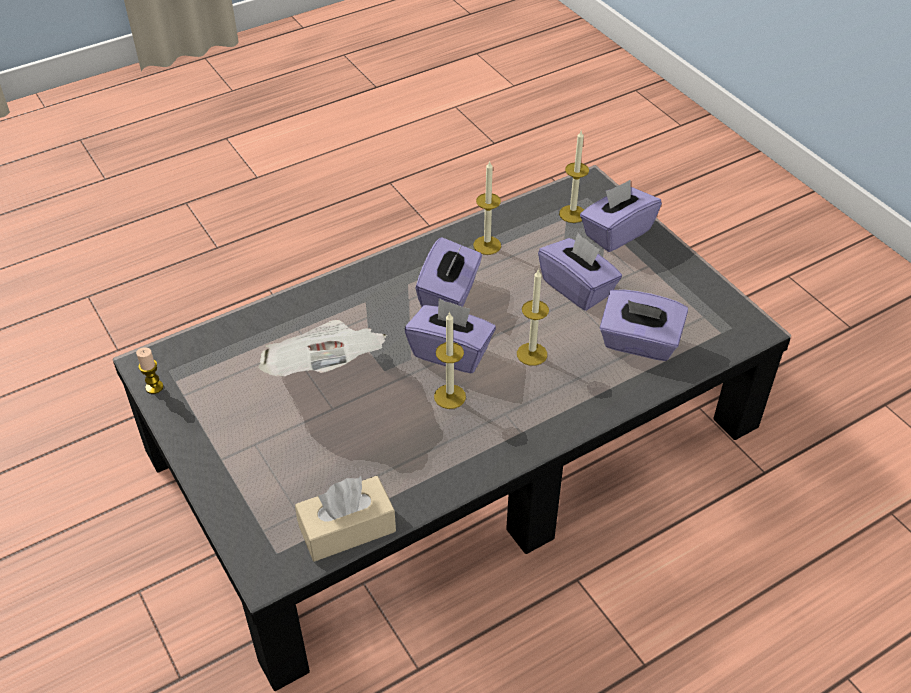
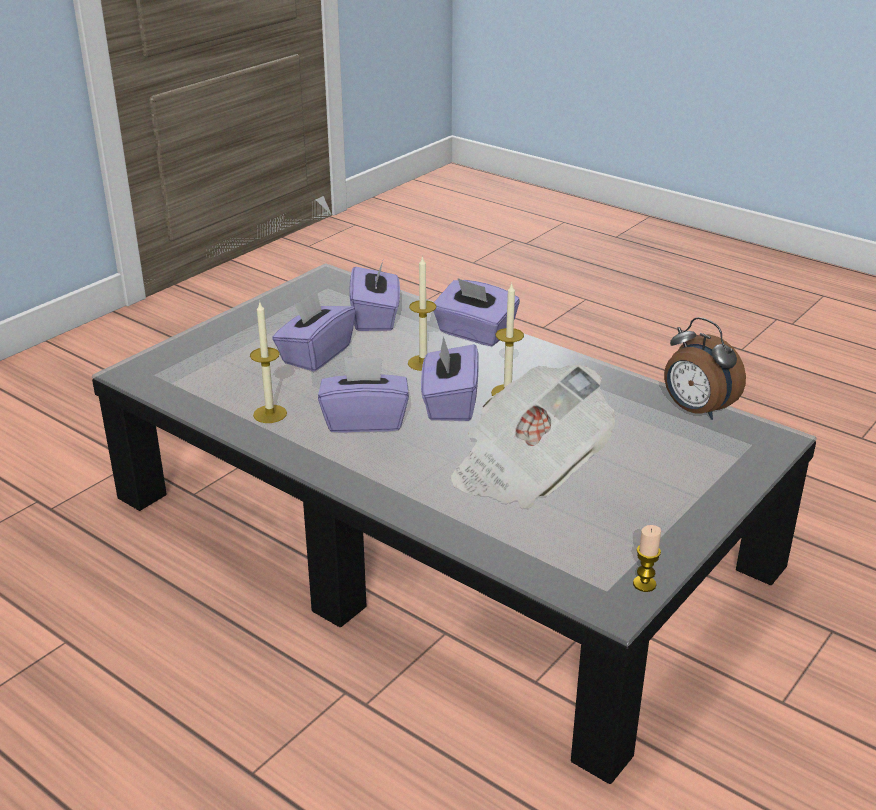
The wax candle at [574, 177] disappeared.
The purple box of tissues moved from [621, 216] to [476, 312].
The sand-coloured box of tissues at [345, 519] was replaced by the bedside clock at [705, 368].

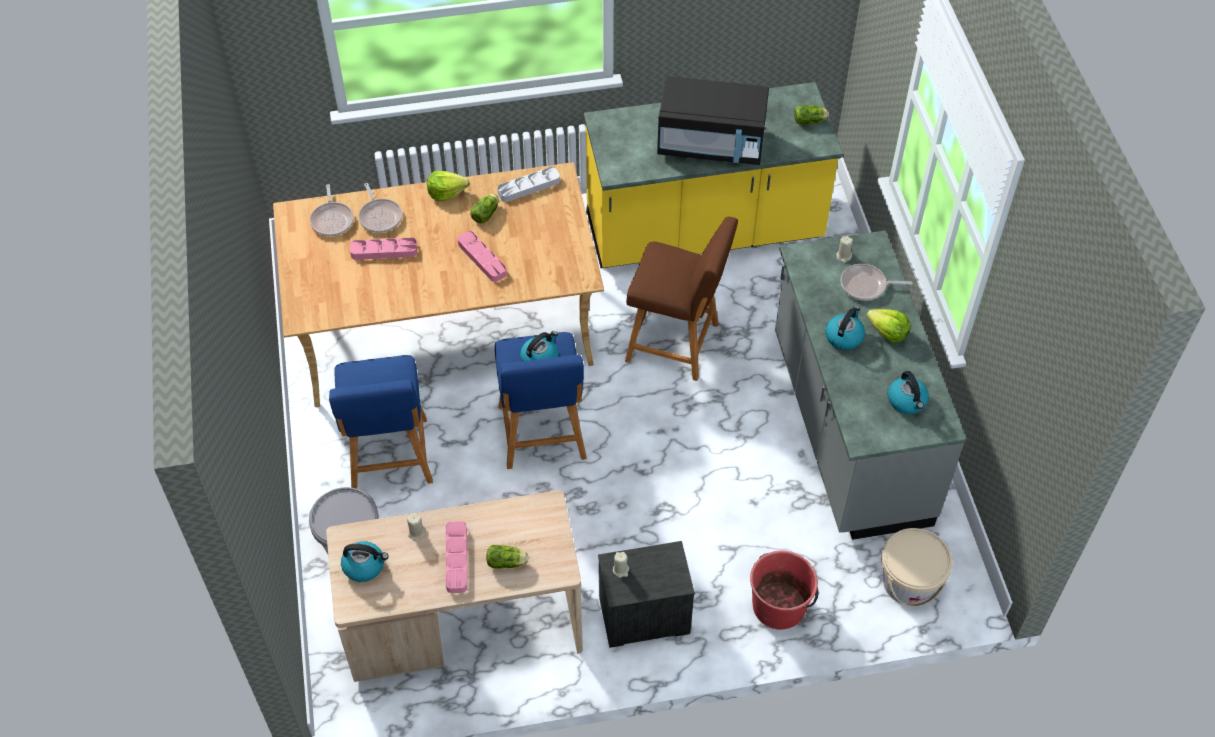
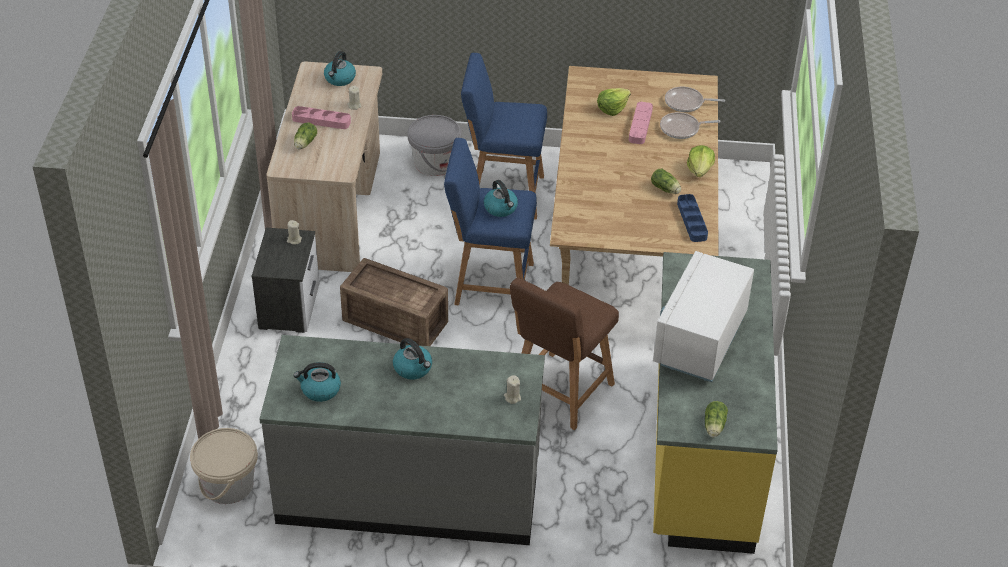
The pinkish carrying tray at [482, 256] disappeared.
The reddish water bucket at [784, 589] disappeared.
The pan at [876, 282] disappeared.
The crate at [394, 302] appeared.
The lettuce moved from [888, 325] to [614, 102].
The grey carrying tray at [528, 184] became the bluish carrying tray at [692, 218].
The blackish microwave at [713, 120] became the white microwave at [703, 316].

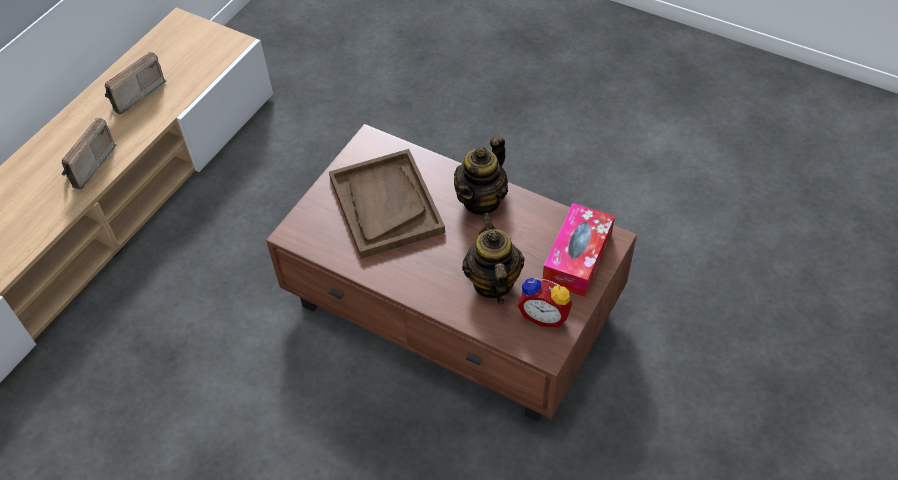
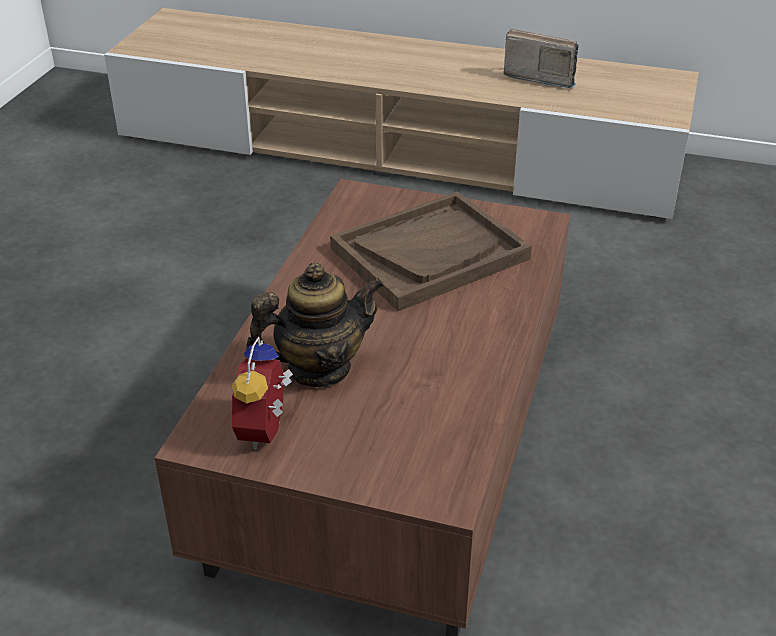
The radio receiver at [89, 154] disappeared.
The pot for tea at [481, 175] disappeared.
The box of tissues at [578, 250] disappeared.

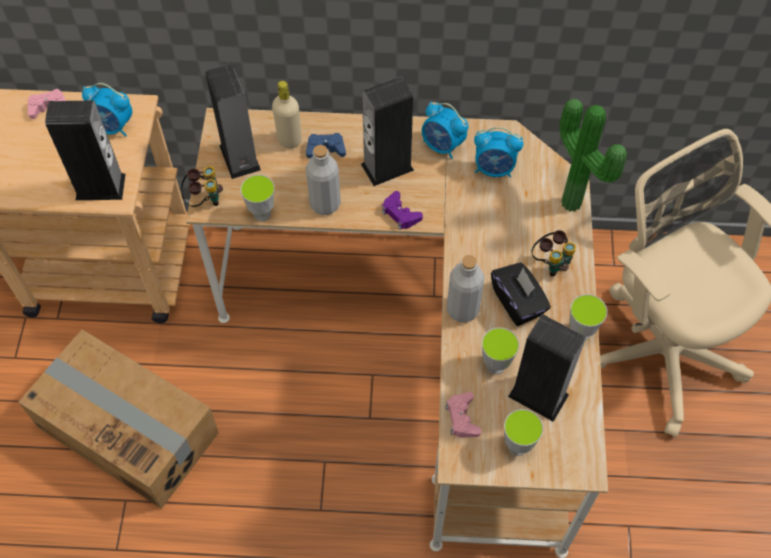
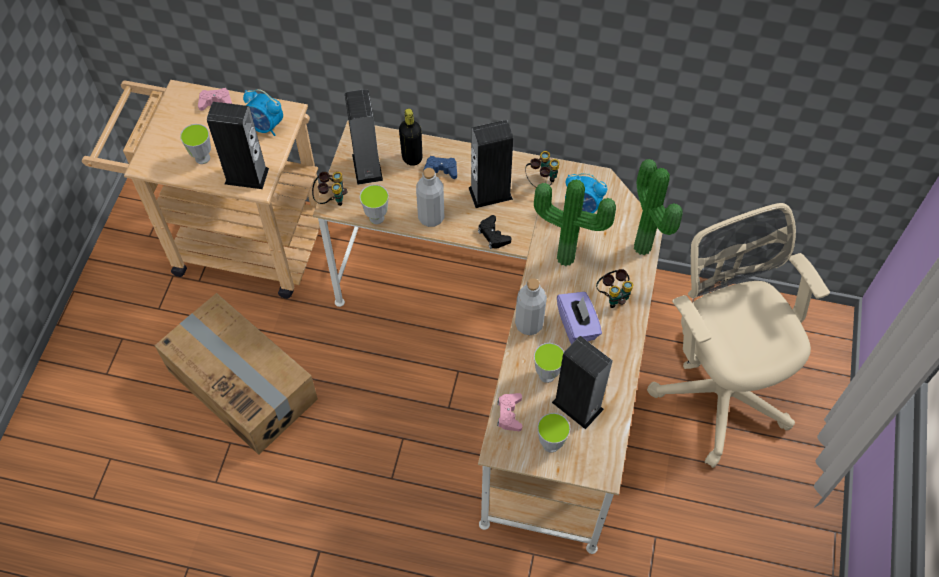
The plant in a pot at [575, 222] appeared.
The cup moved from [588, 317] to [195, 144].
The bedside clock at [445, 130] was replaced by the binoculars at [542, 169].
The sand-coloured drink bottle at [287, 114] became the blackish drink bottle at [410, 137].
The purple game controller at [402, 210] became the blackish game controller at [494, 232].
The blackish box of tissues at [521, 294] became the purple box of tissues at [579, 318].

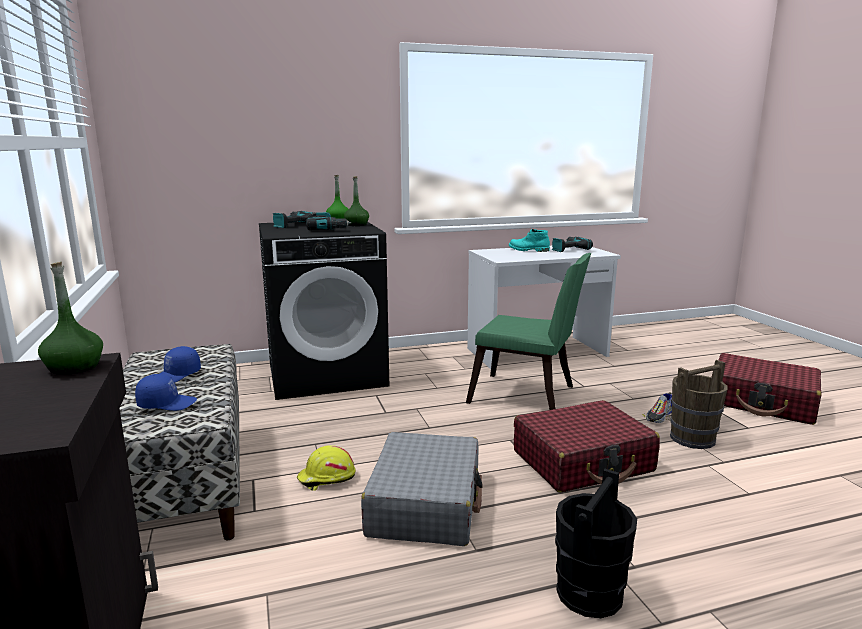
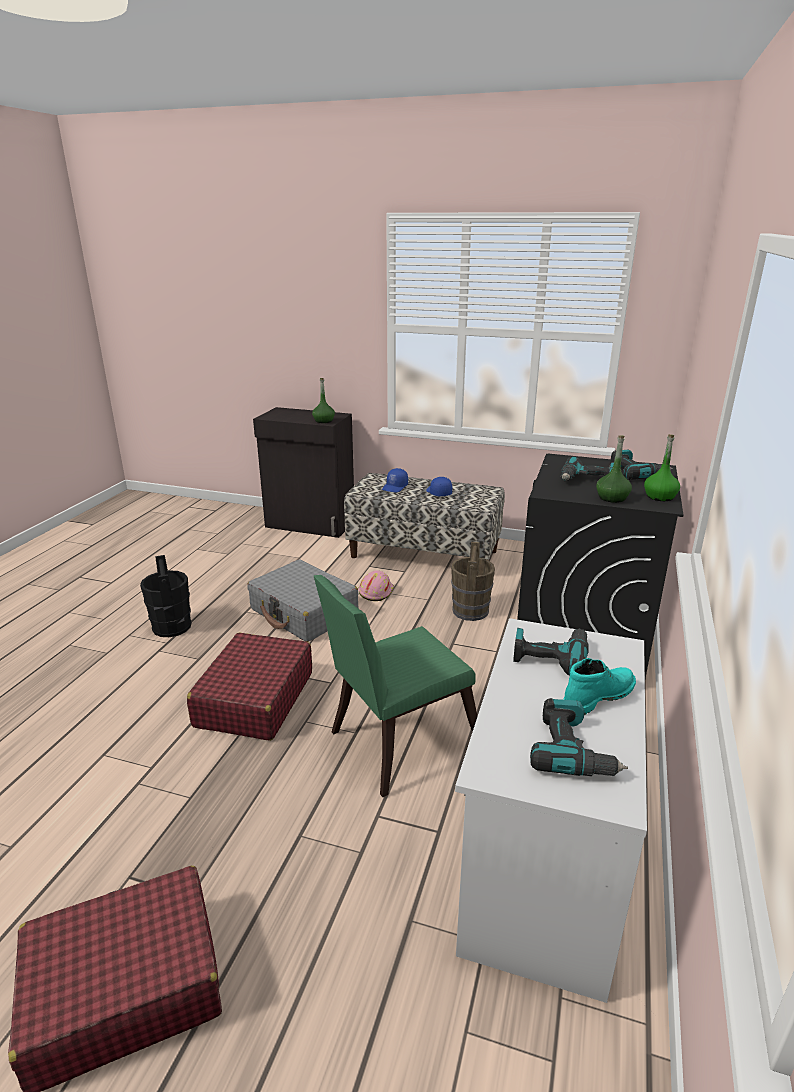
The low shoe at [657, 407] disappeared.
The drill at [551, 651] appeared.
The brown-coloured water bucket moved from [699, 404] to [473, 581].
The yellowish hard hat at [326, 468] became the pinkish hard hat at [376, 585].

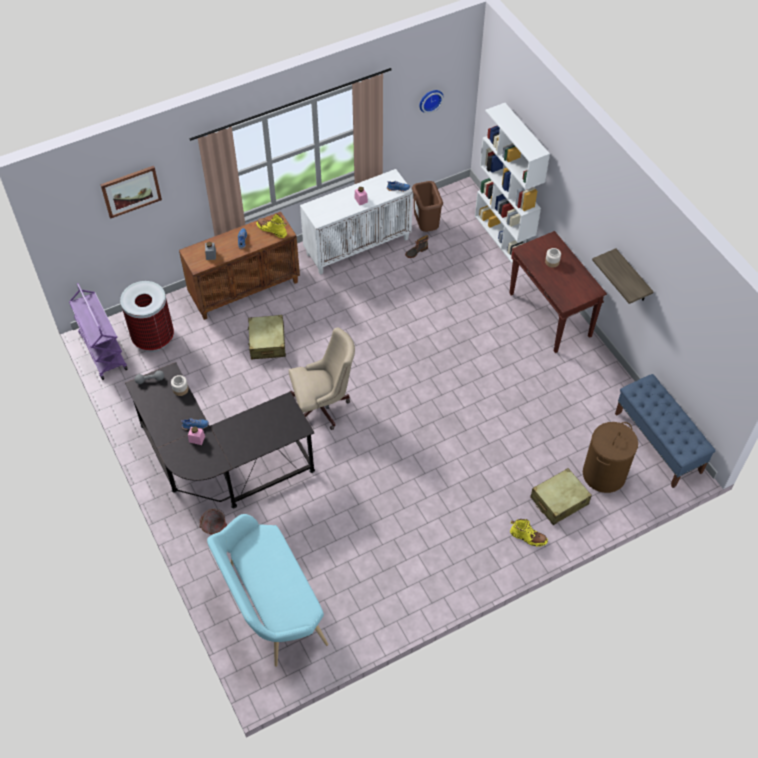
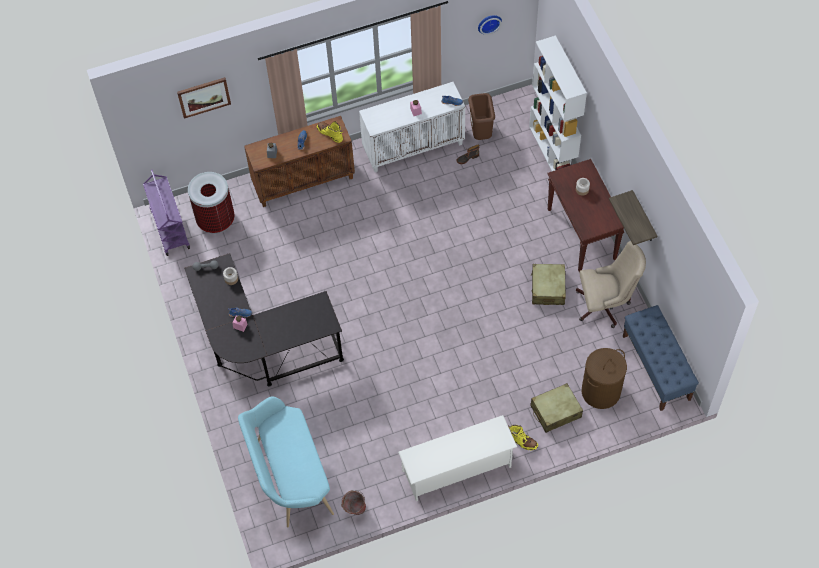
The white shoe rack at [457, 458] appeared.
The water bucket moved from [213, 522] to [353, 502].
The sand-coloured travel case moved from [267, 337] to [548, 284].
The sand-coloured computer chair moved from [322, 378] to [611, 284].

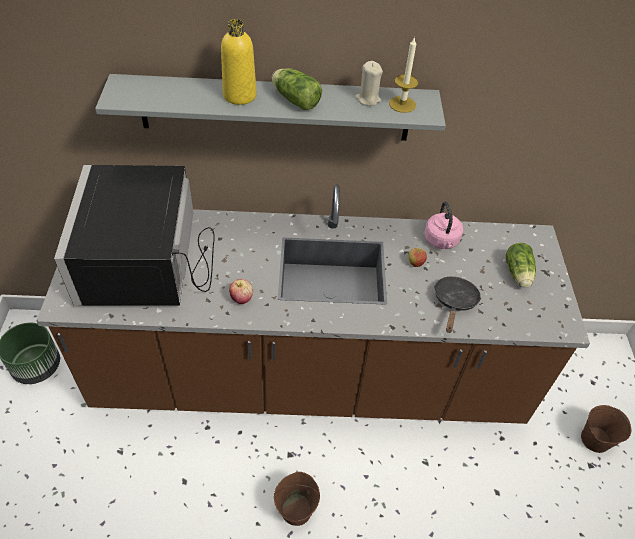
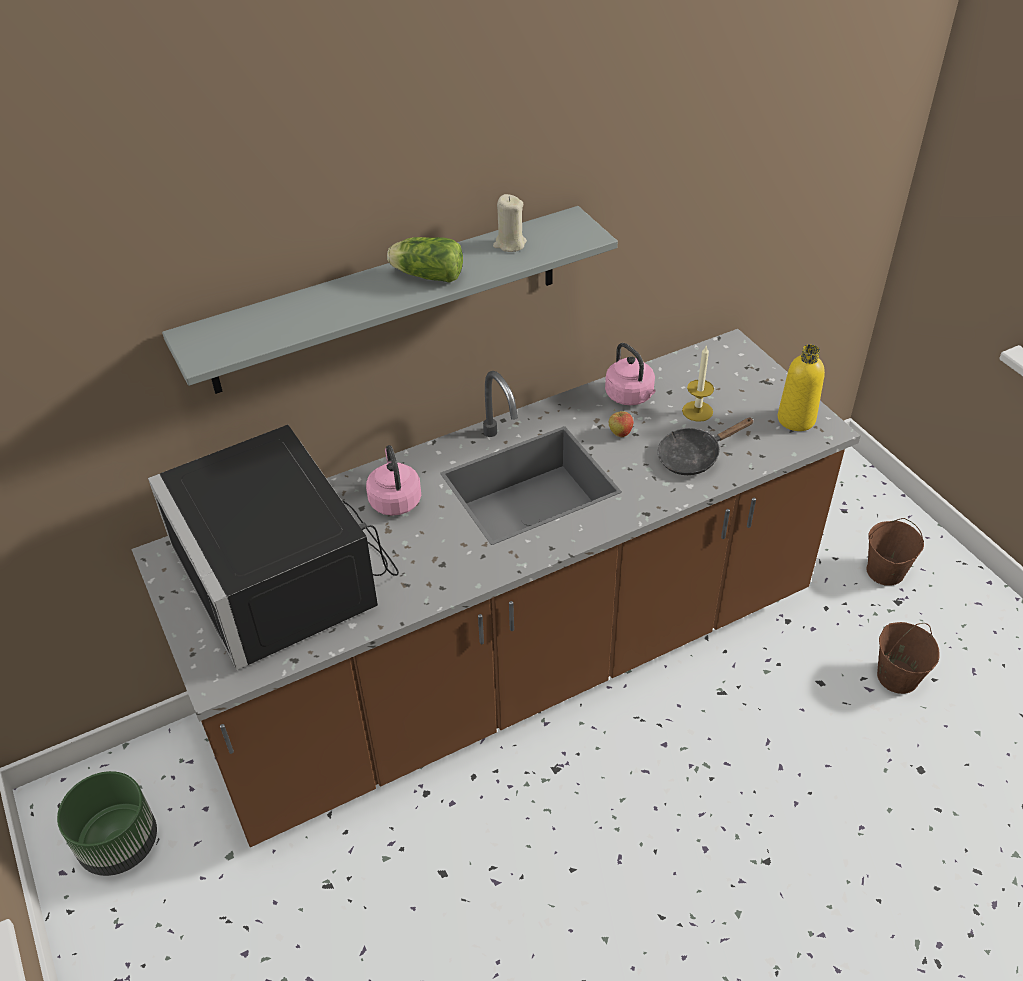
The apple at [241, 291] disappeared.
The lettuce at [521, 265] disappeared.
The pinkish tea kettle at [393, 480] appeared.
The yellowish drink bottle moved from [239, 62] to [801, 387].
The brown-coloured water bucket moved from [297, 499] to [908, 658].
The wax candle moved from [403, 74] to [698, 384].
The blackish pan at [457, 304] turned 105 degrees counterclockwise.

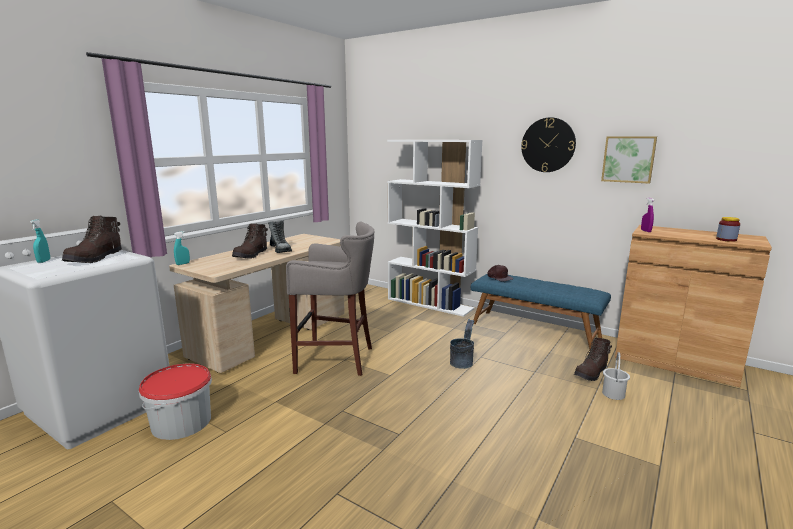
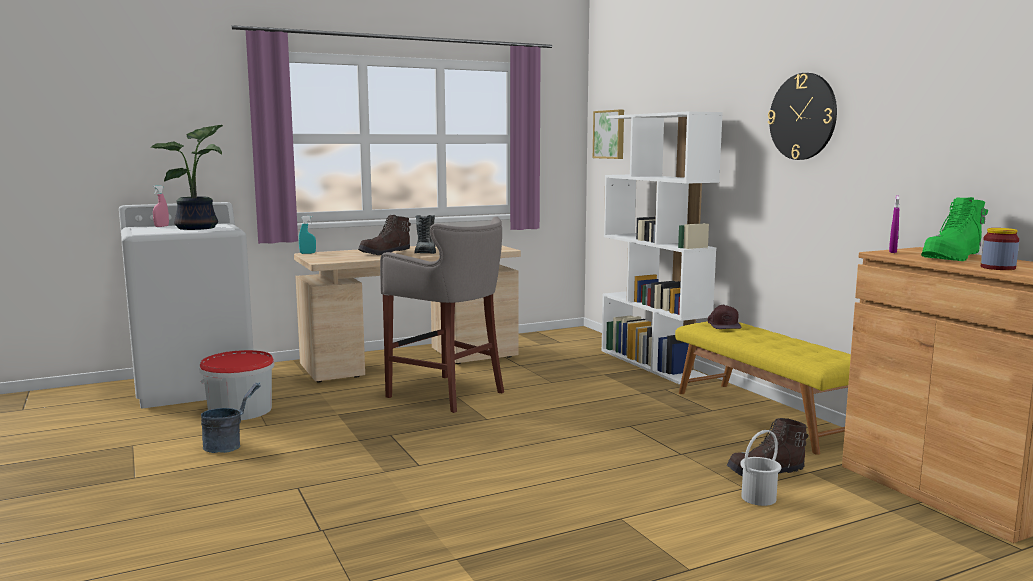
The greenish tall boot at [954, 229] appeared.
The grey water bucket moved from [462, 344] to [231, 417].
The wall art moved from [629, 160] to [608, 134].
The brown-coloured tall boot at [92, 239] was replaced by the plant in a pot at [186, 177].
The turquoise hand sprayer at [40, 241] became the pinkish hand sprayer at [161, 206].
The bluish long seat at [541, 311] became the yellowish long seat at [763, 388].

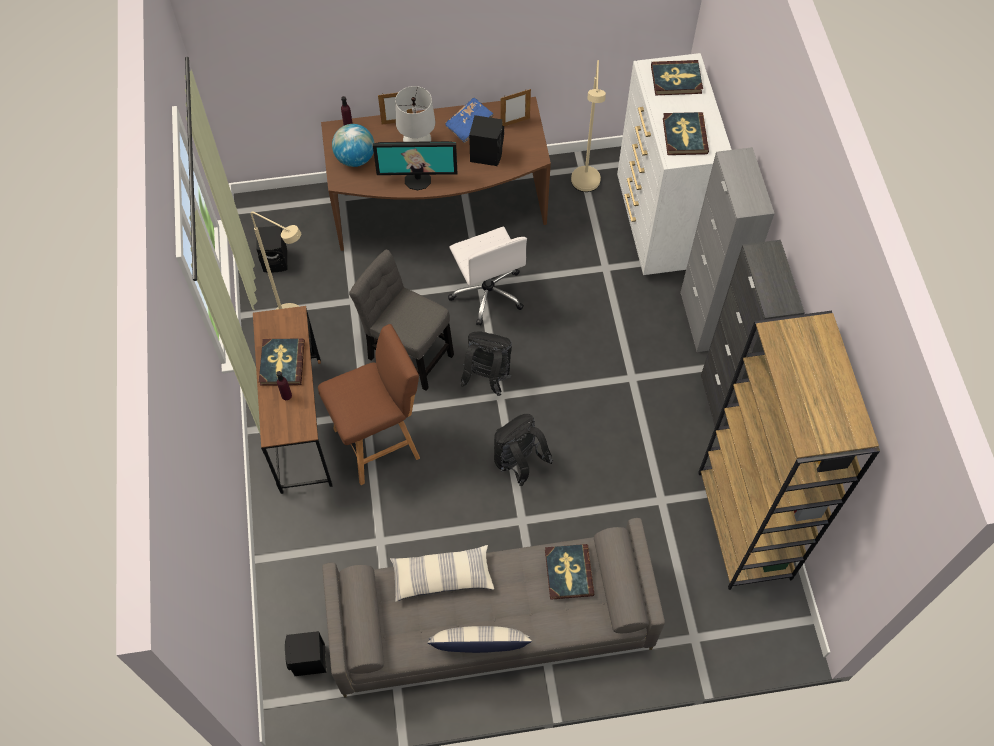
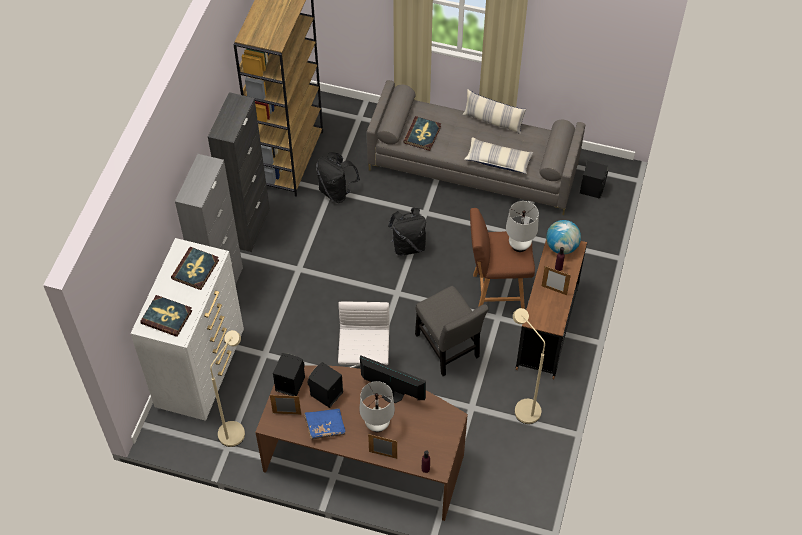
The white tabletop lamp at [522, 226] appeared.
The blackish loudspeaker moved from [272, 249] to [289, 374].
The world globe moved from [353, 145] to [563, 237].
The blackish backpack moved from [486, 363] to [338, 177].
The volume at [282, 362] was replaced by the picture frame at [556, 280].

